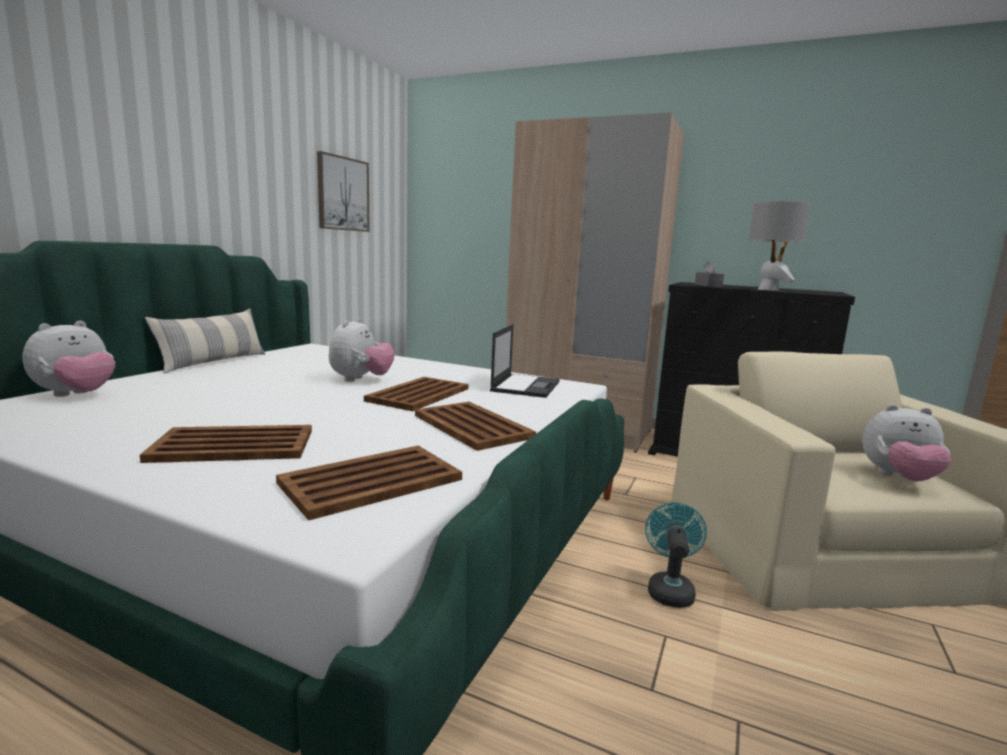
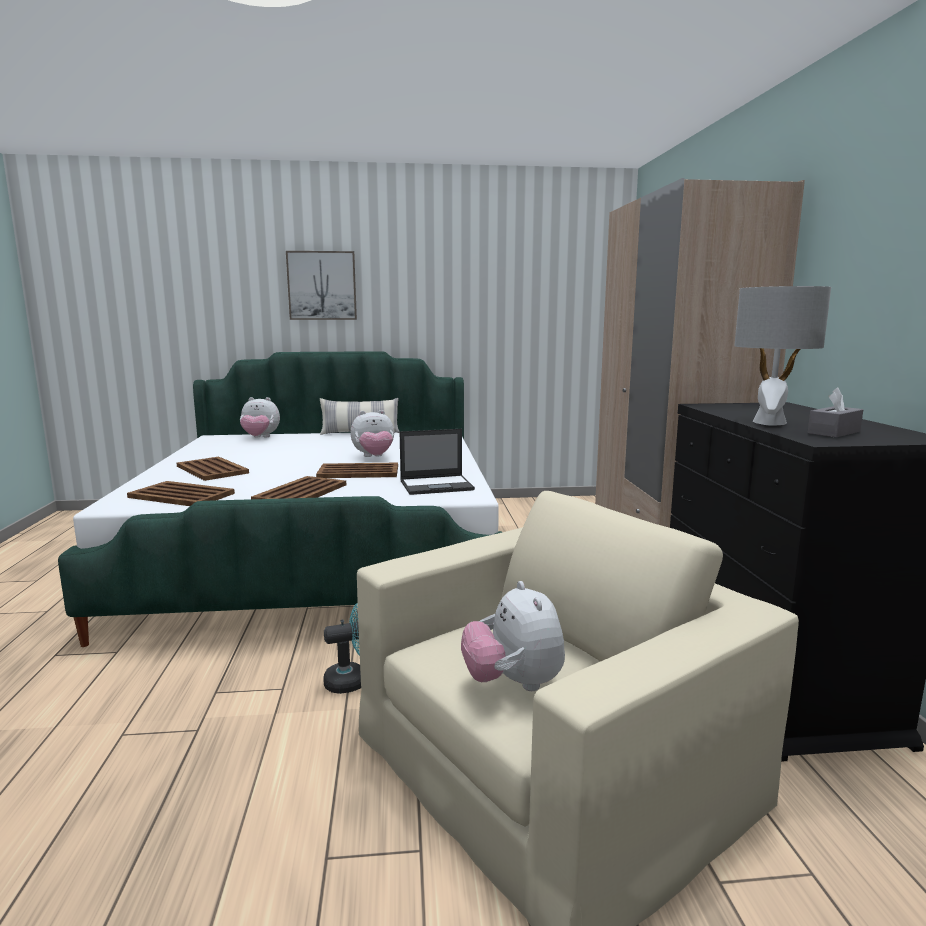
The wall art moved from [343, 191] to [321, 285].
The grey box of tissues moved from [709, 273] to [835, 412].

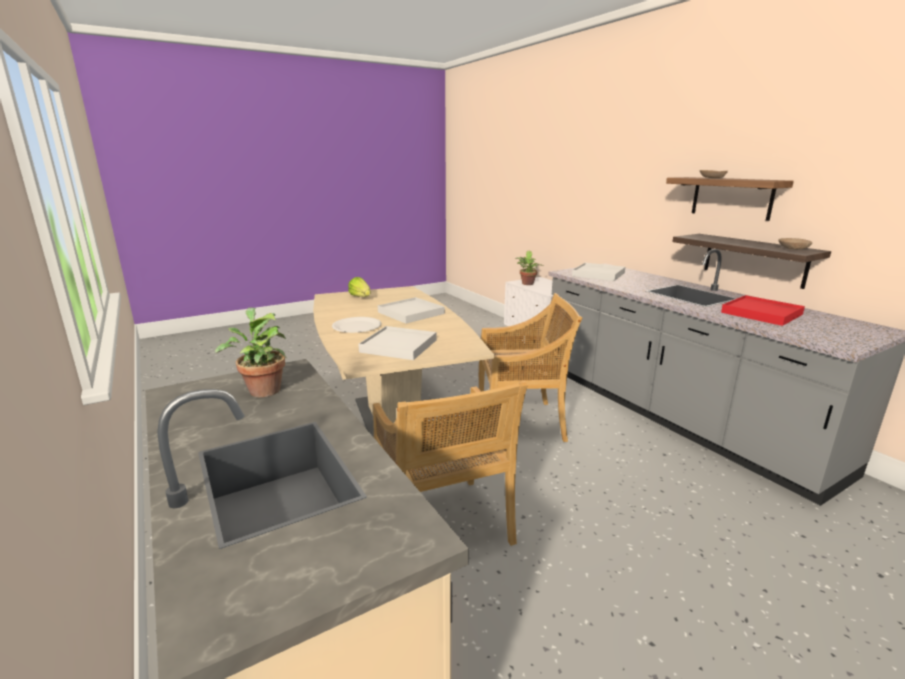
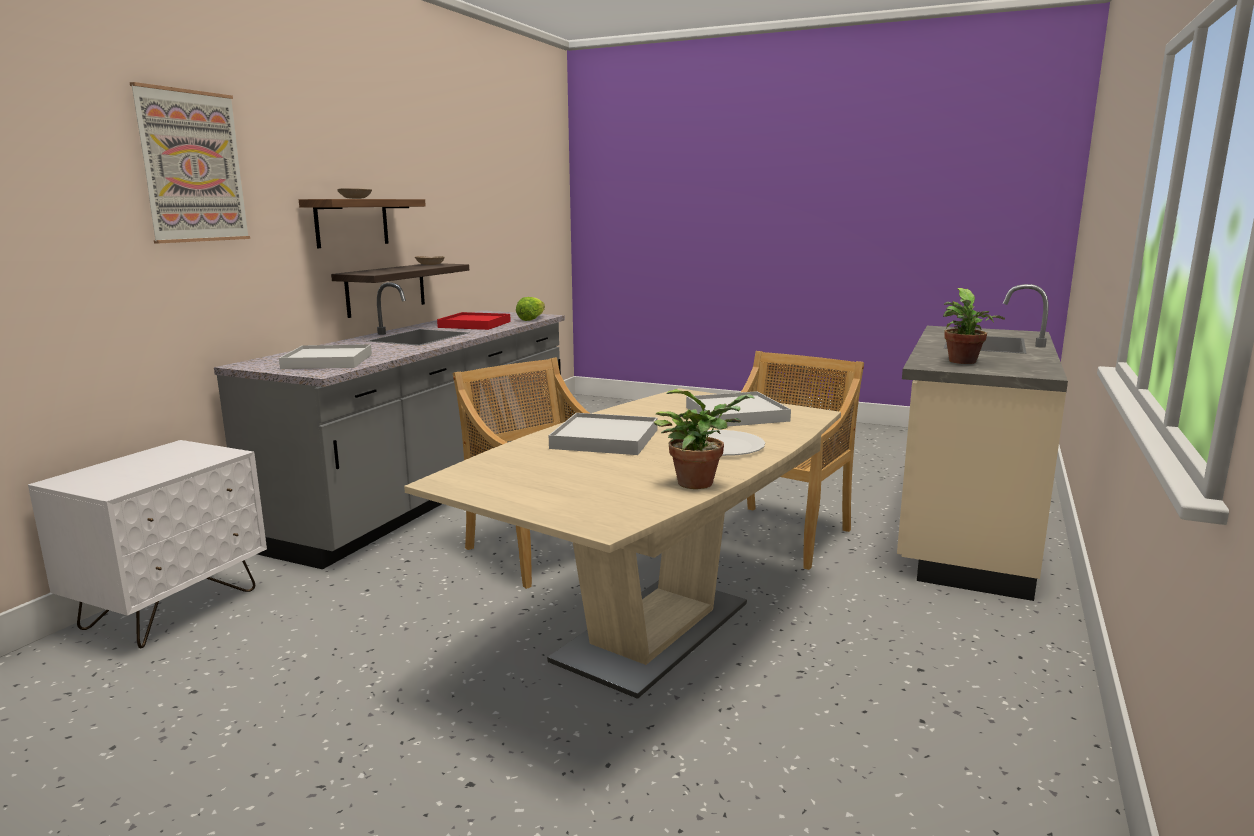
The wall art at [189, 162] appeared.
The lettuce moved from [359, 287] to [530, 309].
The plant in a pot moved from [530, 268] to [705, 439].

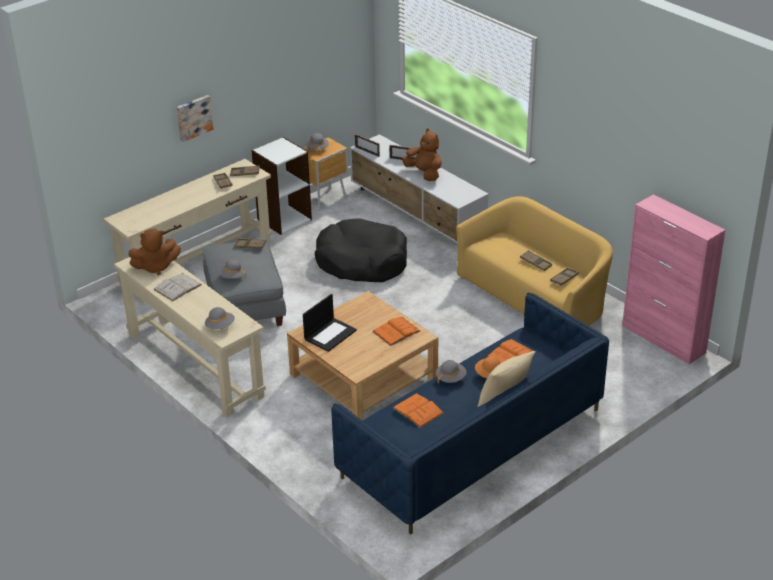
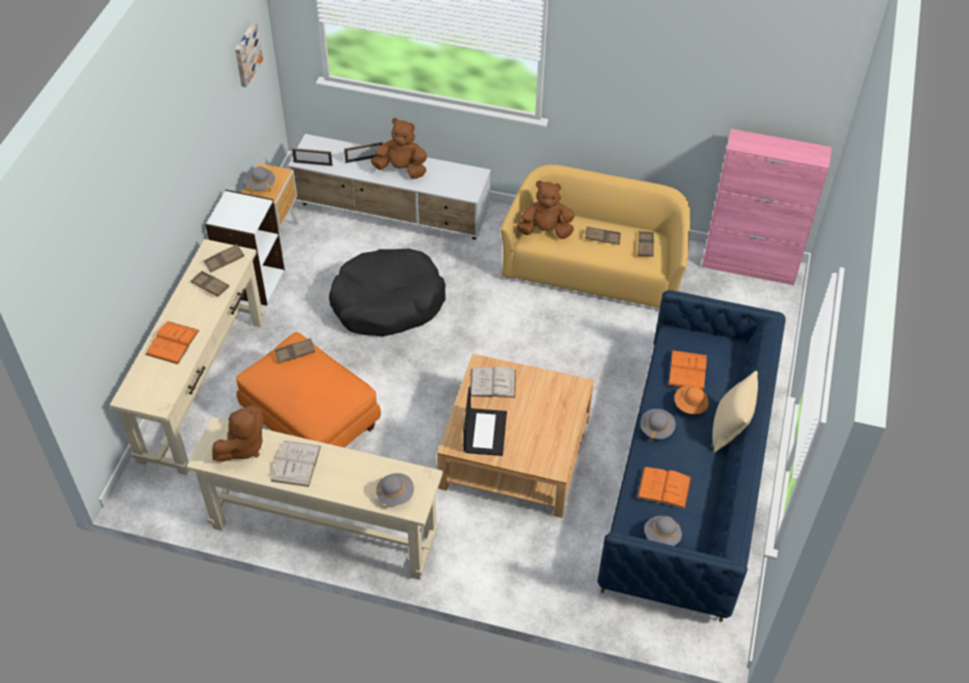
The white volume at [493, 382] appeared.
The brown-coloured cuddly toy at [545, 210] appeared.
The wall art moved from [195, 118] to [249, 54].
The grey hat moved from [232, 269] to [663, 531].
The orangey volume moved from [396, 331] to [173, 342].
The grey pouffe at [244, 281] became the orangey pouffe at [308, 390].

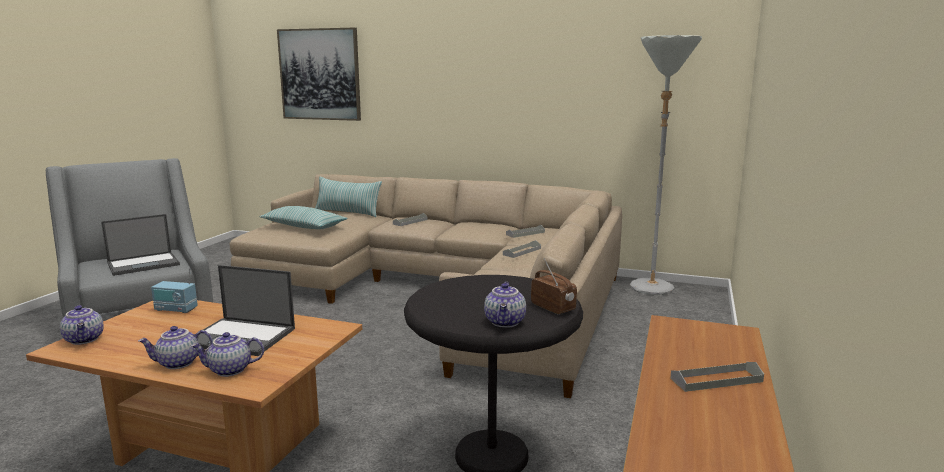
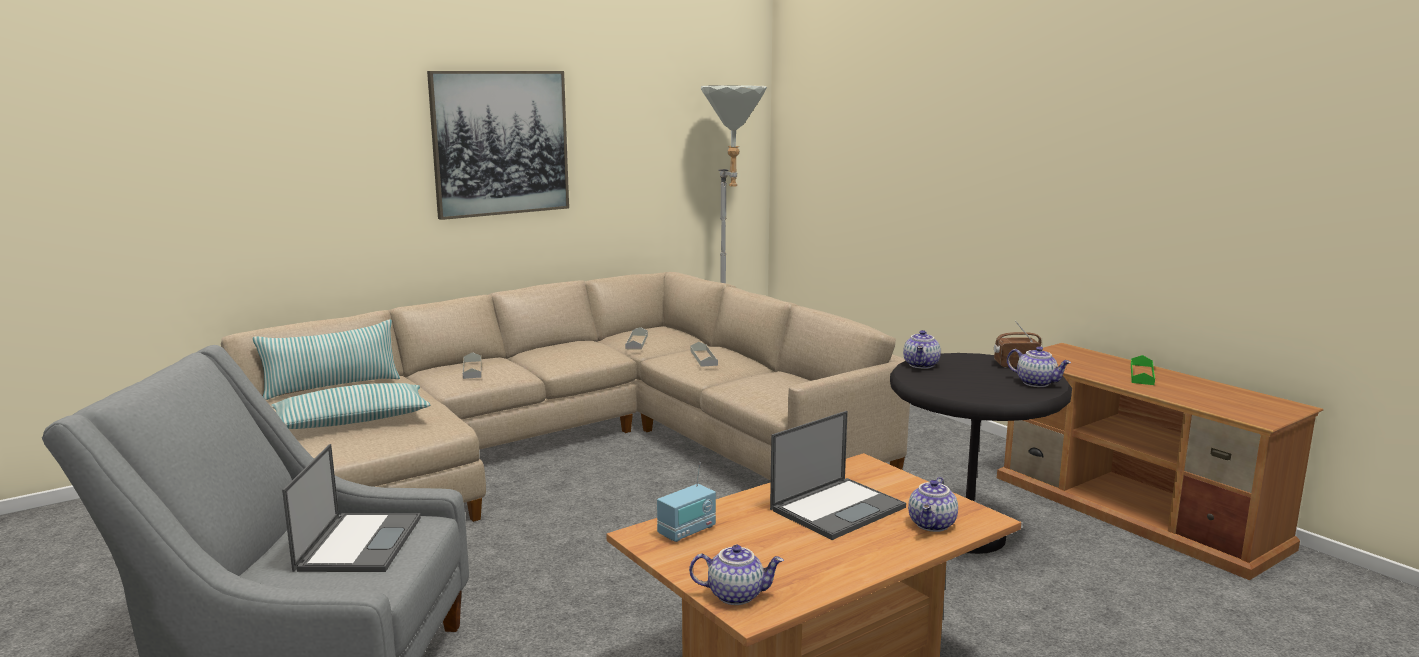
The pot for tea moved from [175, 347] to [922, 349].
The wall art moved from [319, 74] to [498, 145].
The grey carrying tray at [717, 377] became the greenish carrying tray at [1143, 370].

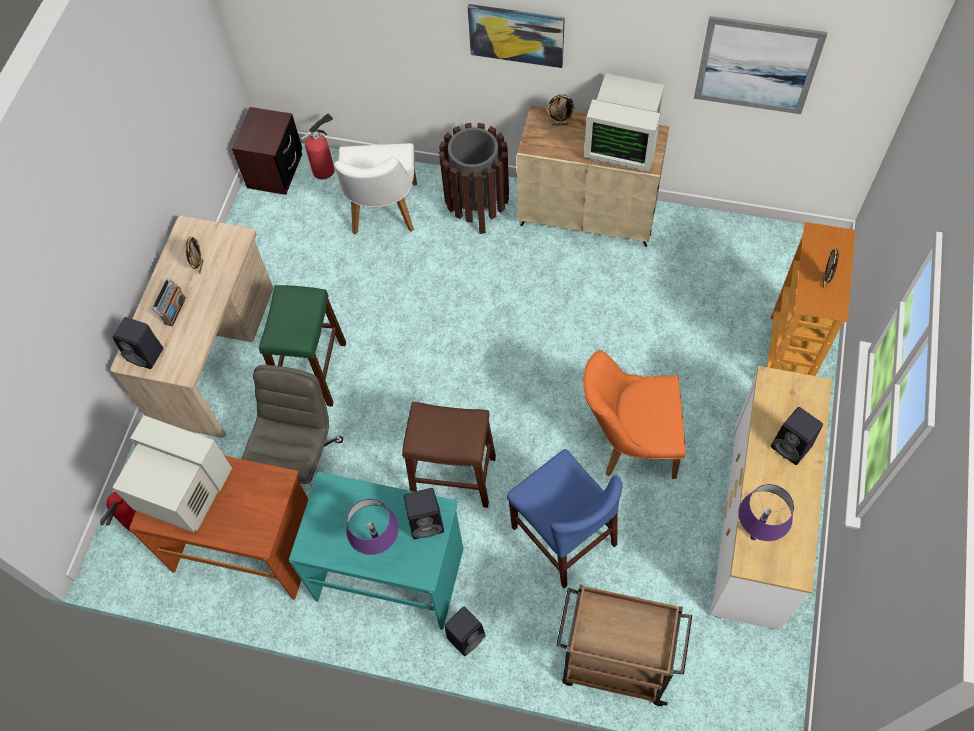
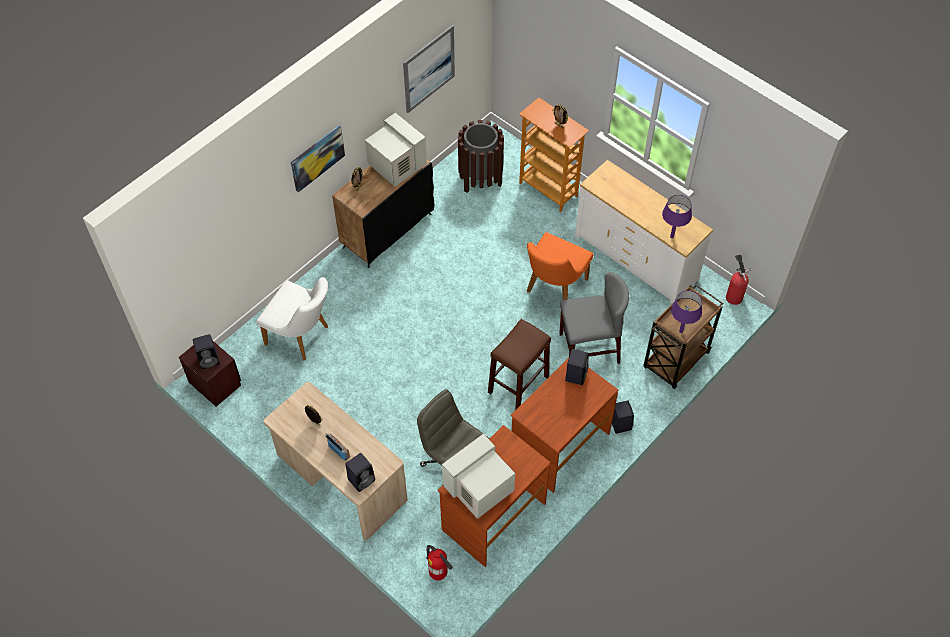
The greenish sitting stool at [302, 346] disappeared.
The fire extinguisher moved from [317, 146] to [738, 280].
The purple tabletop lamp moved from [372, 527] to [686, 311].
The brown-coloured rubbish bin moved from [474, 178] to [481, 156].
The blackish loudspeaker moved from [797, 436] to [206, 351].
The turquoise desk unit at [376, 551] became the brown-coloured desk unit at [564, 425].
The bluish plain chair at [565, 518] became the grey plain chair at [594, 318].
The sand-coloured storage cabinet at [593, 176] became the blackish storage cabinet at [383, 214].
The computer screen at [624, 122] turned 90 degrees counterclockwise.

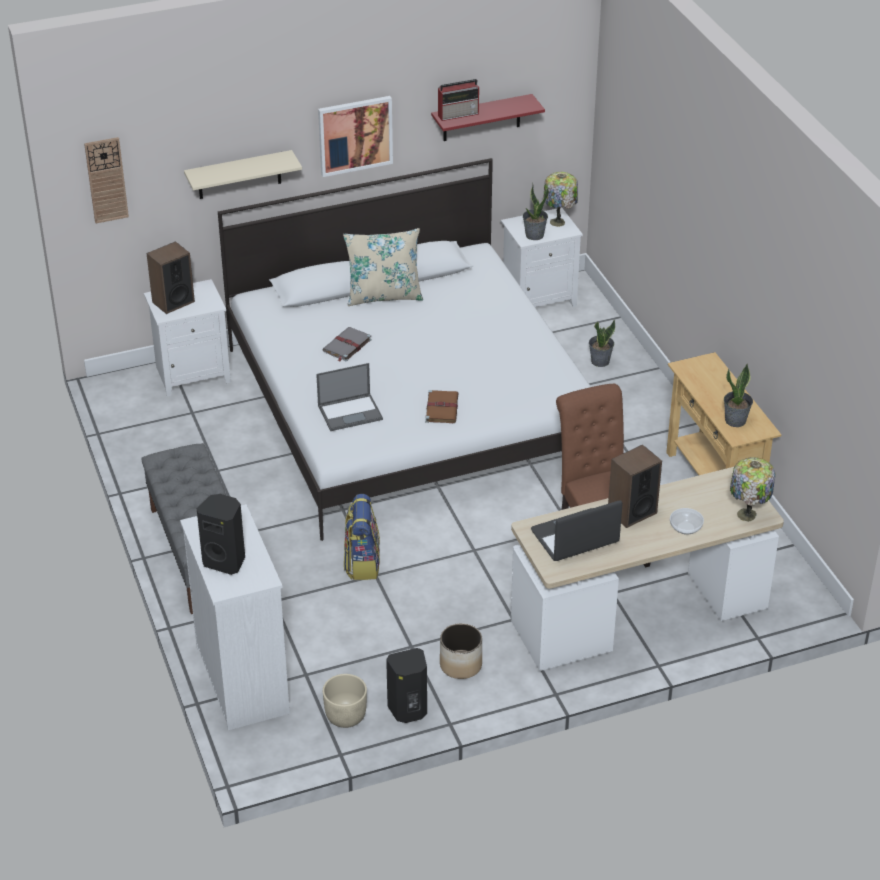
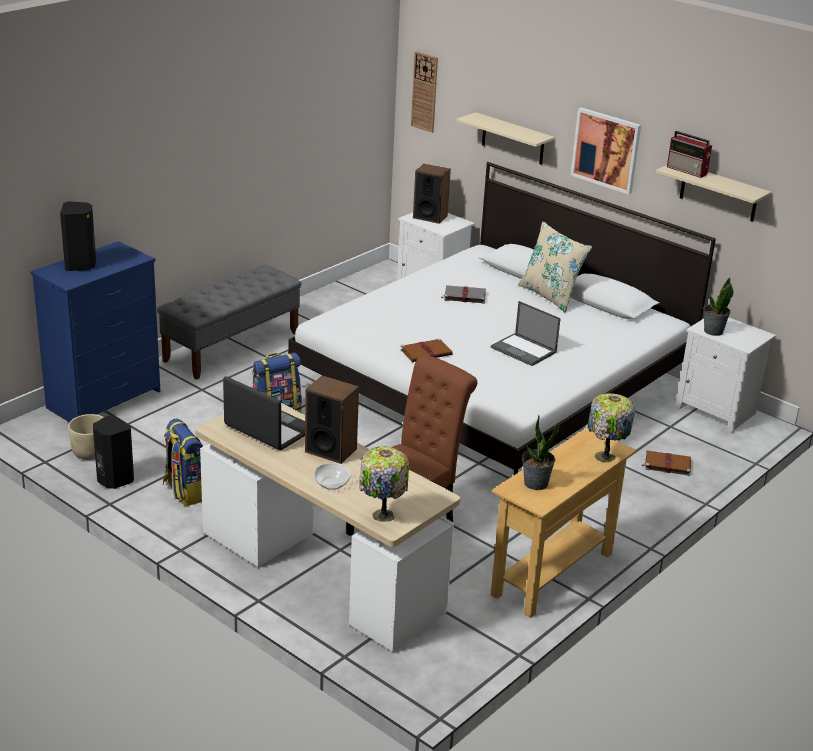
The portable computer moved from [349, 397] to [526, 333].
The tabletop lamp moved from [560, 199] to [611, 428].
The flower pot at [461, 651] was replaced by the backpack at [183, 462].
The plant in a pot at [602, 343] was replaced by the brown-coloured volume at [666, 463].
The white chest of drawers at [235, 617] became the bluish chest of drawers at [95, 331].
The reddish wall shelf at [488, 117] became the sand-coloured wall shelf at [714, 193].

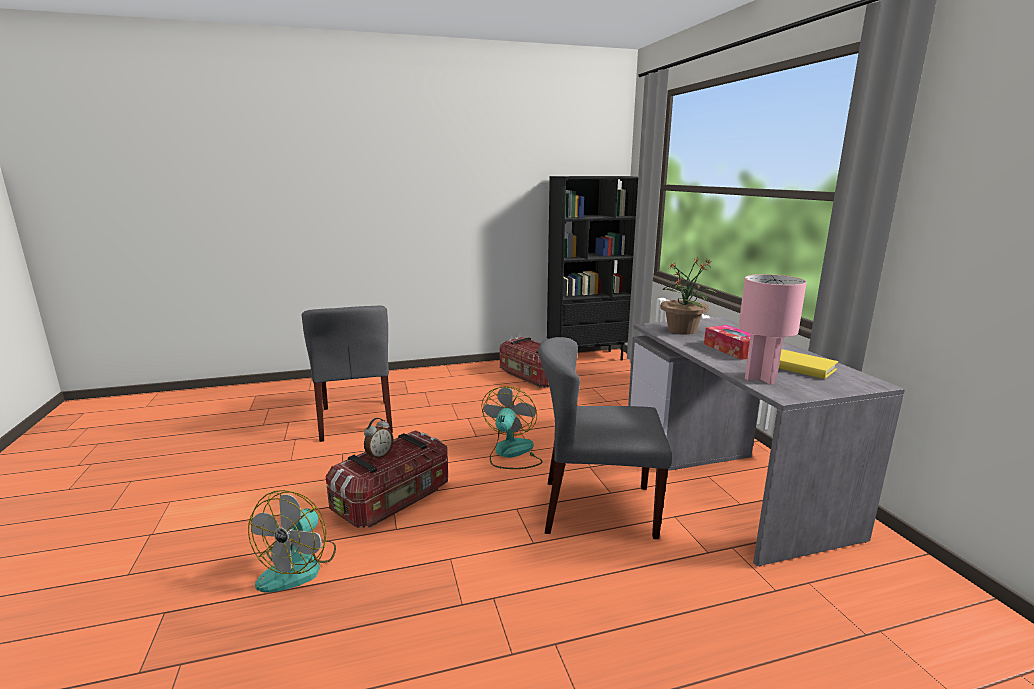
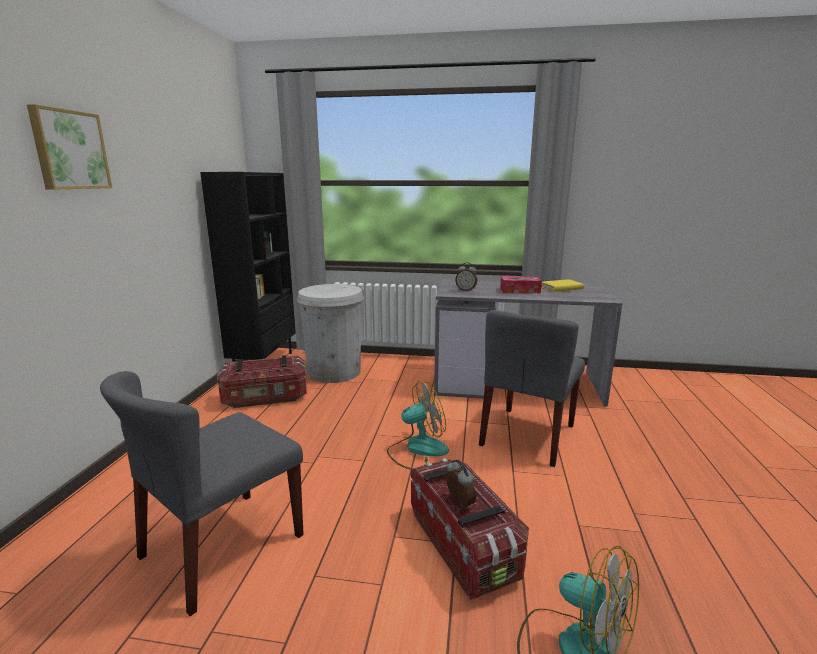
The pinkish tabletop lamp at [773, 329] disappeared.
The wall art at [69, 147] appeared.
The white rubbish bin at [330, 333] appeared.
The plant in a pot at [688, 296] was replaced by the bedside clock at [466, 276].
The grey plain chair at [347, 373] turned 120 degrees clockwise.
The electric fan at [511, 427] turned 120 degrees clockwise.

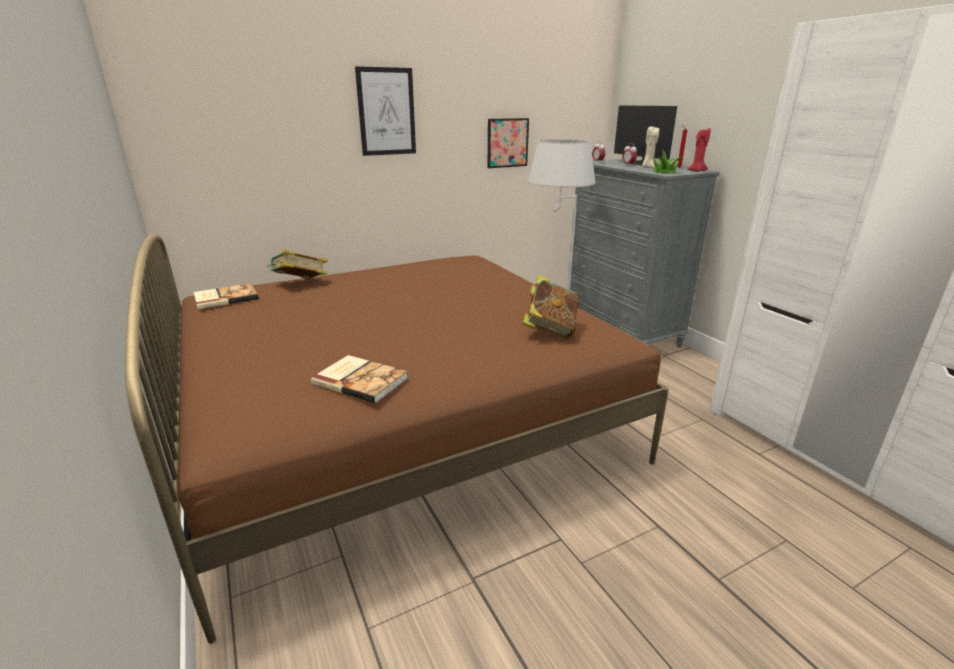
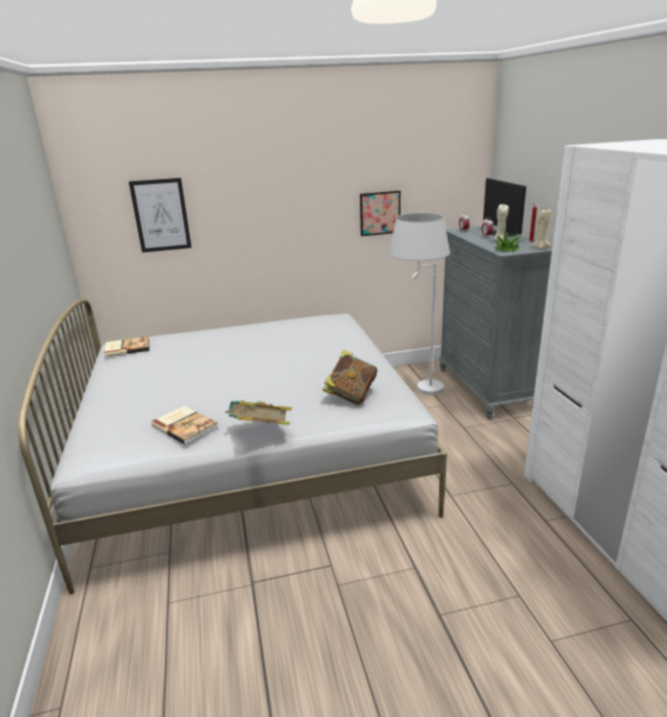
The volume moved from [297, 264] to [258, 412].
The wall art moved from [385, 111] to [160, 215].
The brown-coloured bed at [397, 439] became the white bed at [232, 446].
The reddish wax candle at [699, 150] became the sand-coloured wax candle at [541, 229].

